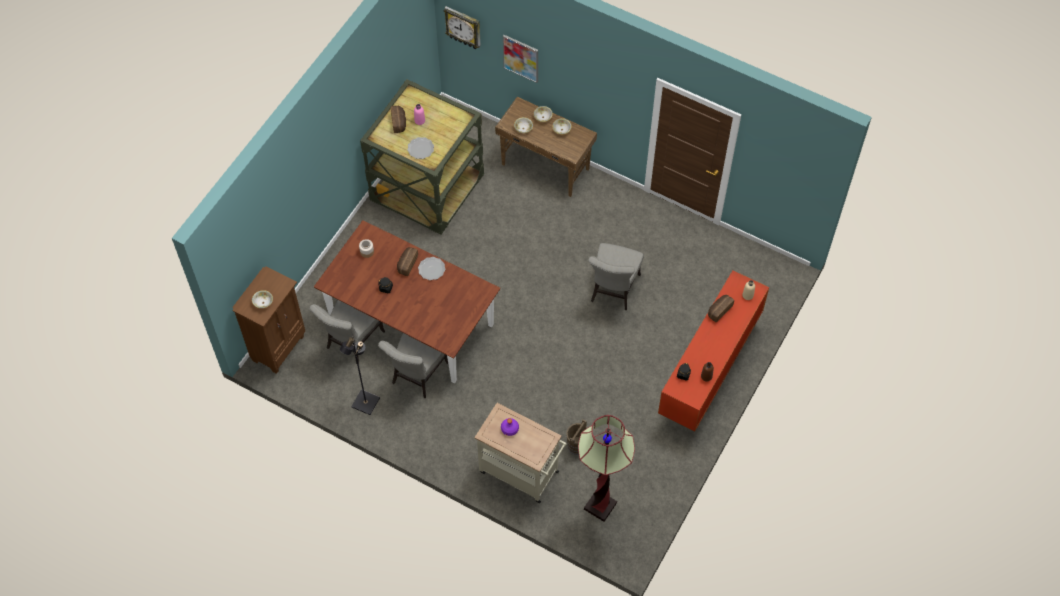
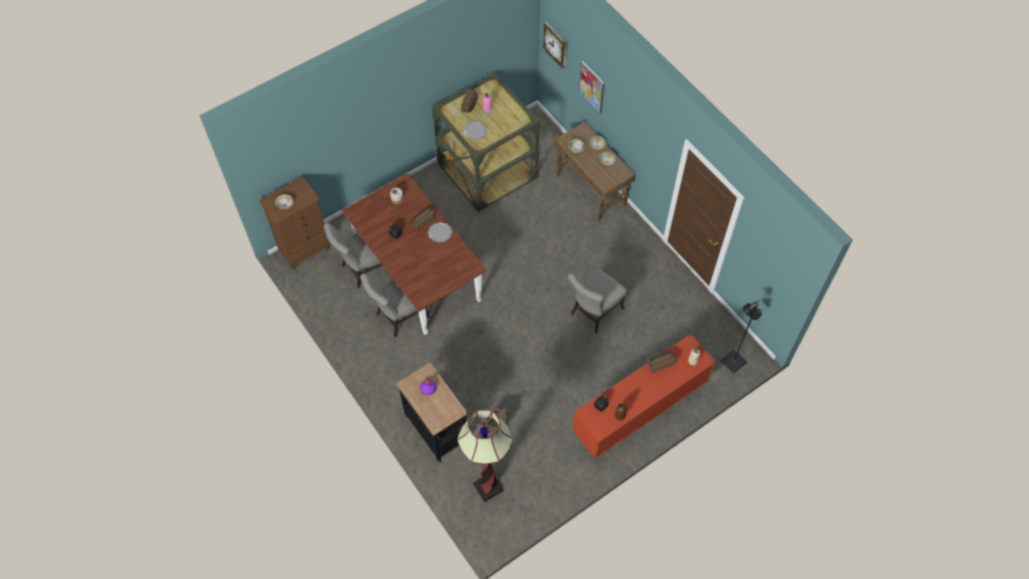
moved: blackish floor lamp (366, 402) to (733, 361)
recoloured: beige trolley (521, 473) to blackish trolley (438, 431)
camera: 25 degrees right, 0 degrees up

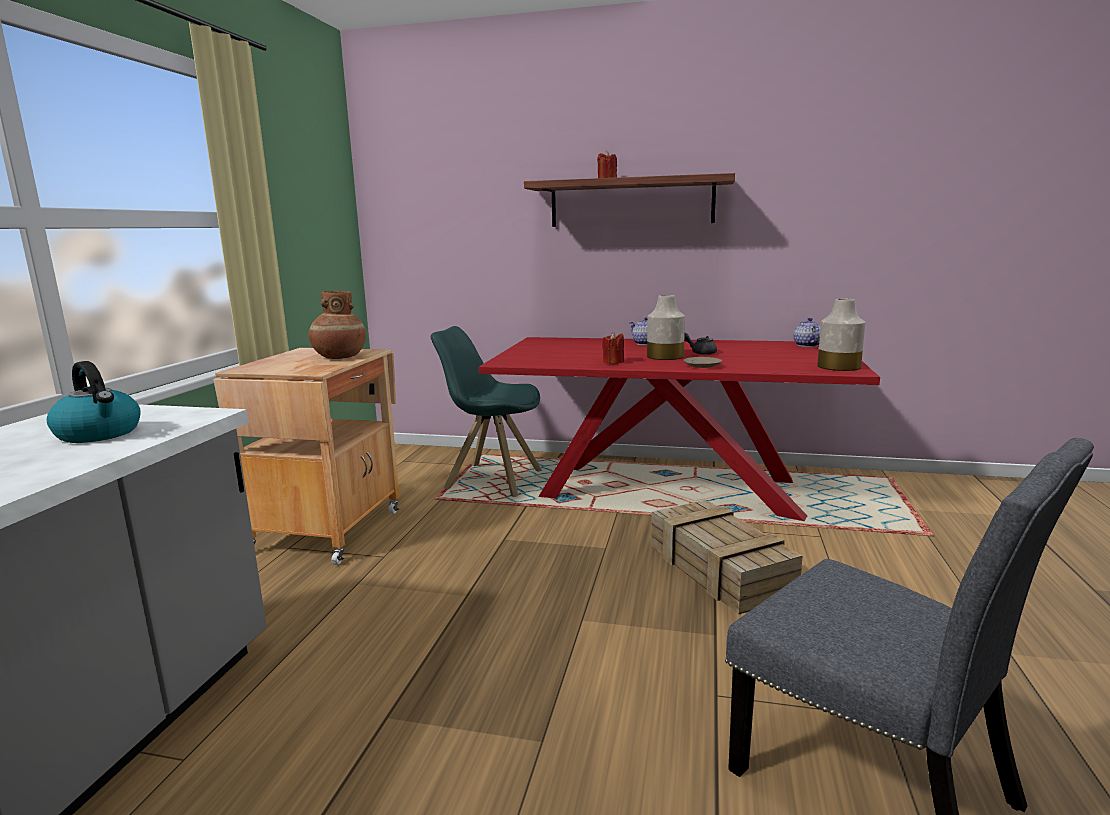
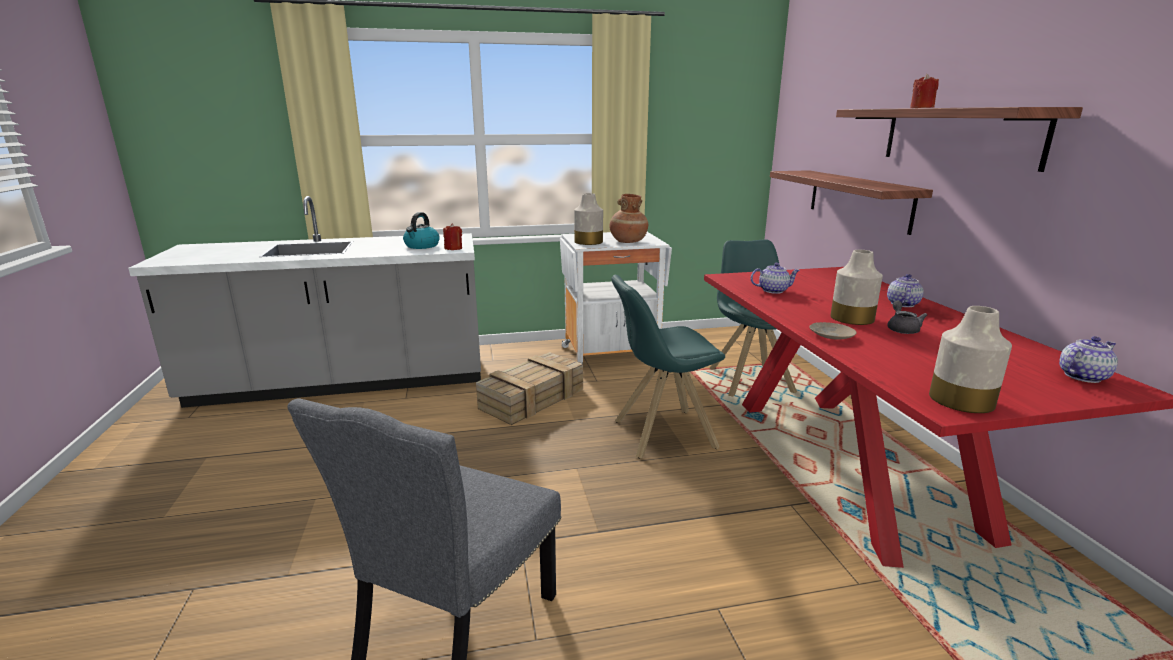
added: beige vase (588, 241); blue-green plain chair (663, 433); tea pot (773, 290); bracket shelf (858, 199)
moved: reddish wax light (613, 362) to (453, 248); packing crate (717, 568) to (533, 398)
recoloured: brown-coloured trolley (329, 530) to white trolley (611, 355)
camera: 65 degrees right, 5 degrees up

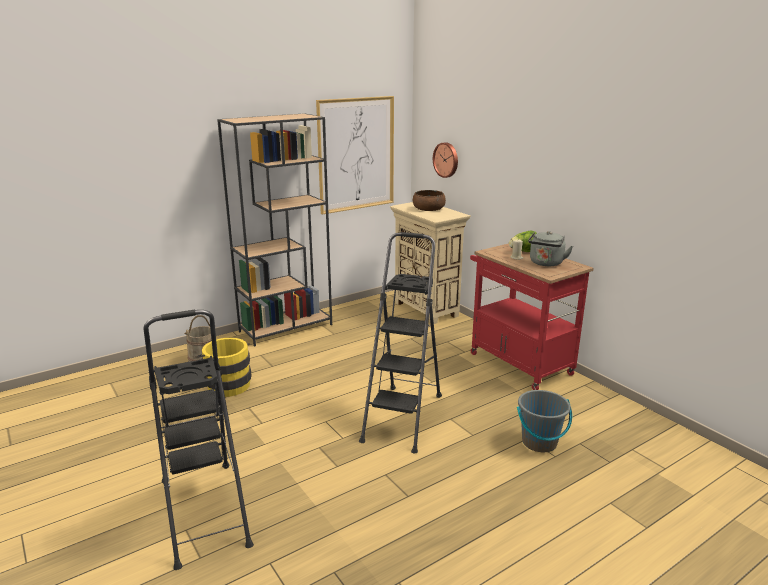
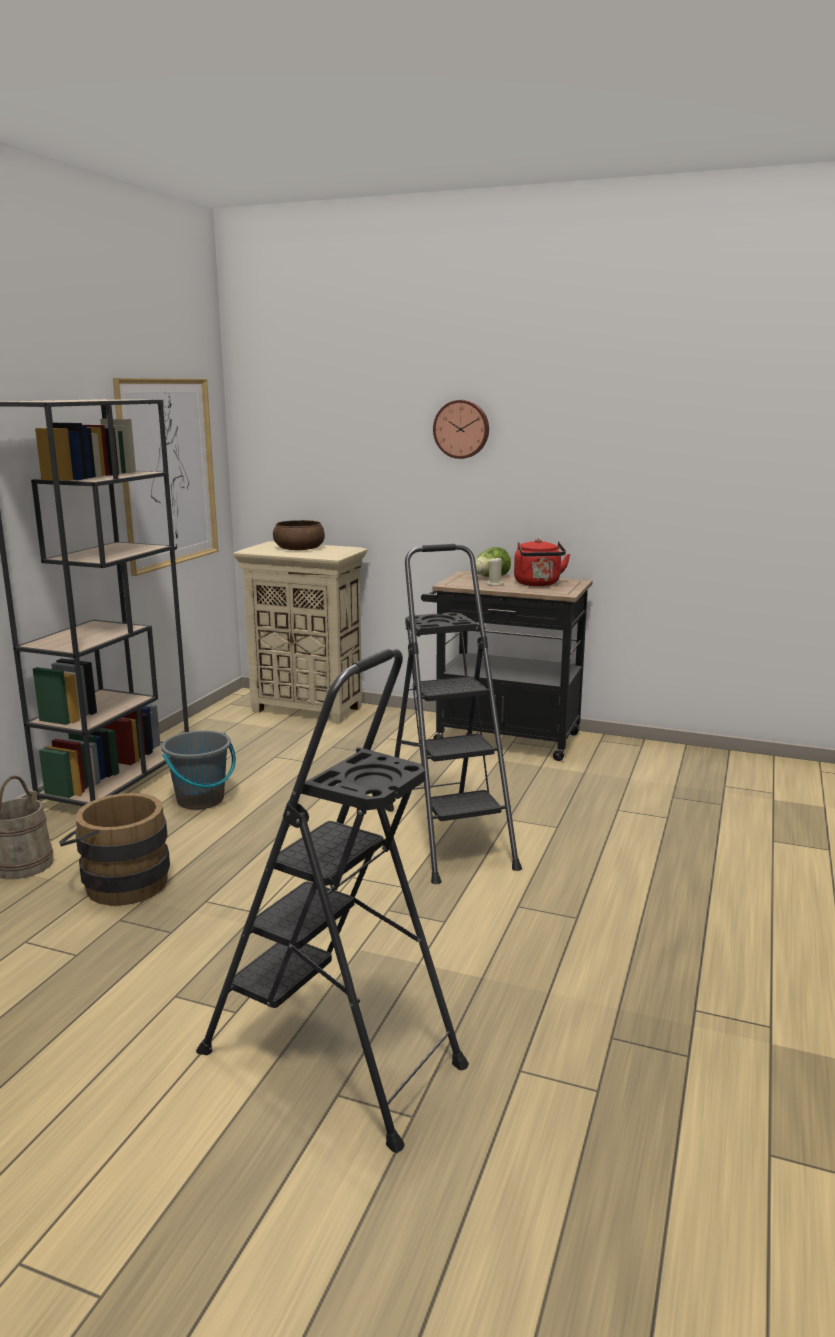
moved: wall clock (446, 160) to (462, 429); grey pail (539, 442) to (201, 800)
recoloured: yellow pail (227, 384) to brown-coloured pail (120, 883); reddish trolley (518, 363) to blackish trolley (502, 738); grey kettle (546, 263) to reddish kettle (538, 584)
camera: 35 degrees left, 5 degrees down

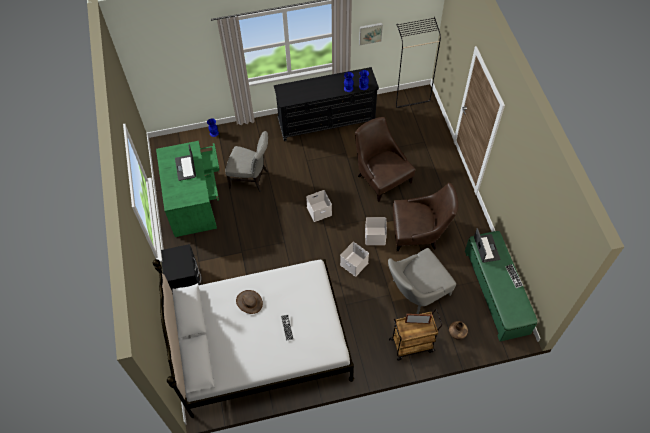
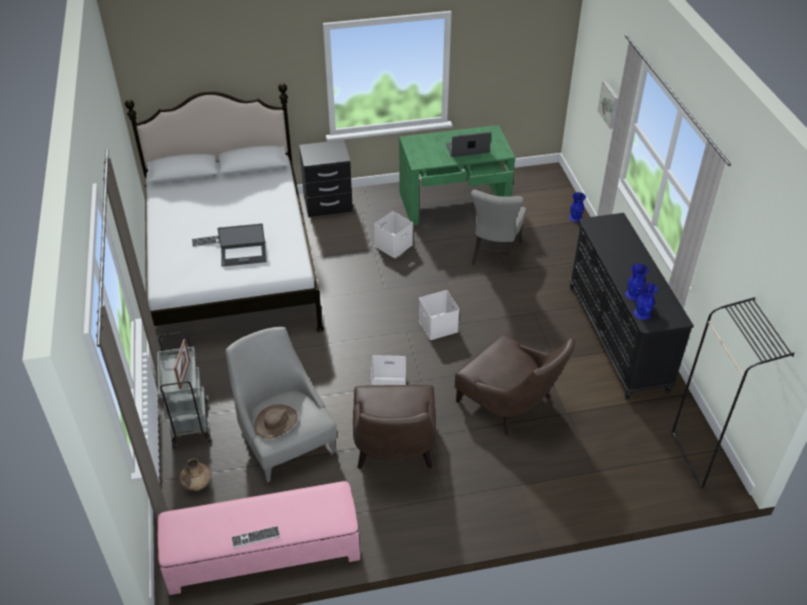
moved: brown-coloured wearable hat (249, 302) to (276, 422); white storage bin (353, 264) to (393, 244); picture (370, 33) to (610, 104); laptop (486, 248) to (243, 255)
recoloured: brown-coloured trolley (411, 346) to grey trolley (190, 423); green-coloured indoor bench (497, 291) to pink-coloured indoor bench (262, 552)
turned: brown-coloured armchair (381, 175) = (510, 404) 75 degrees clockwise
camera: 90 degrees right, 15 degrees down

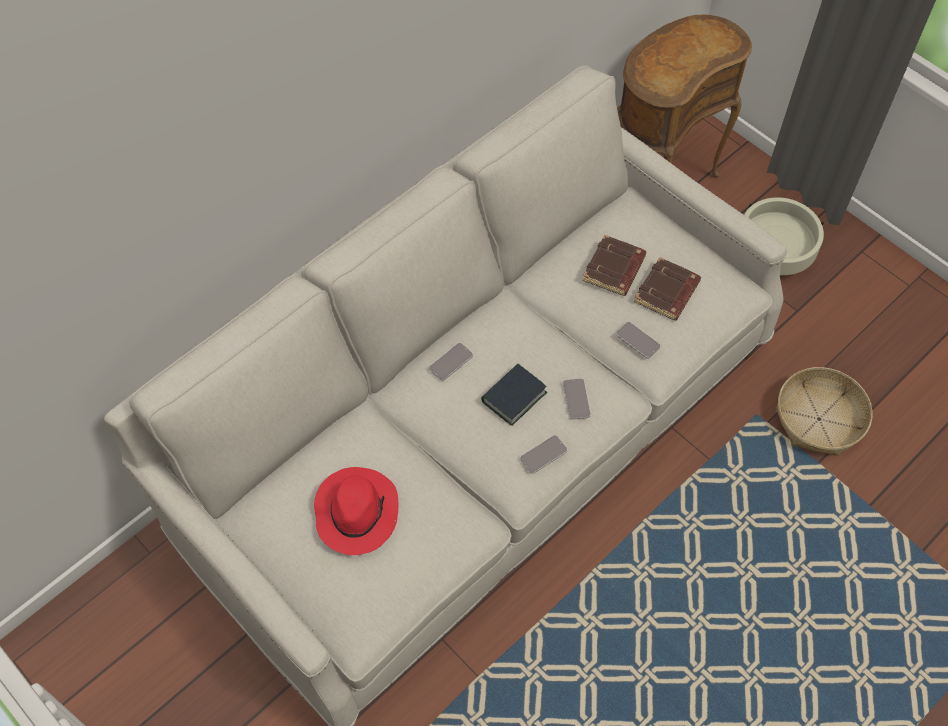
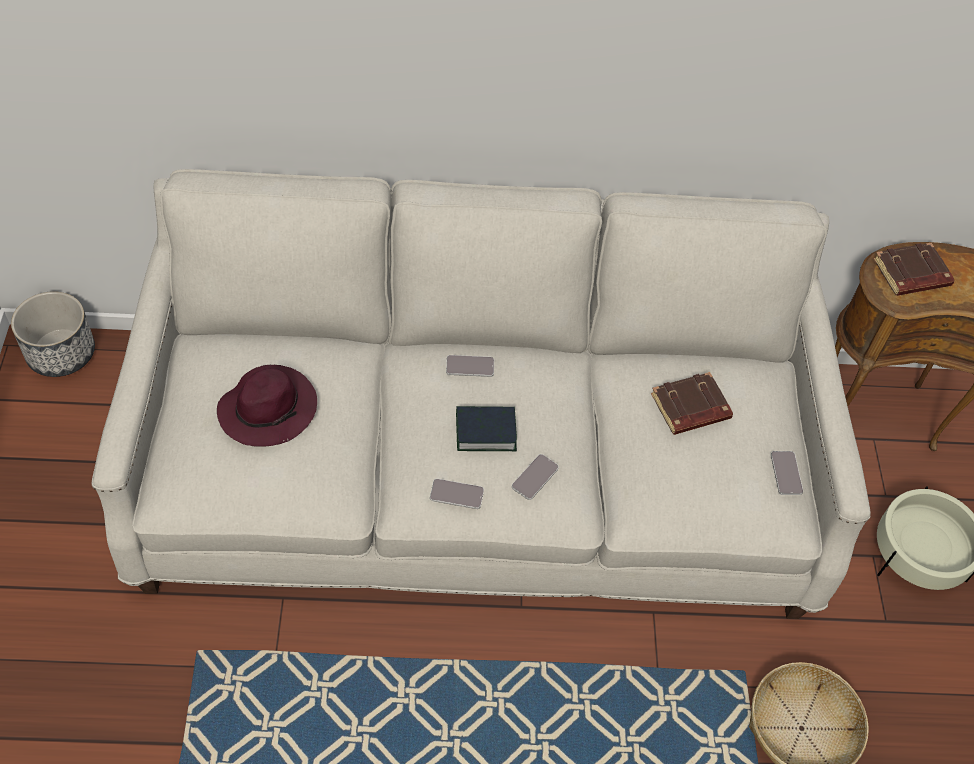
added: flower pot (61, 353)
moved: telephone (638, 340) to (786, 473); brown-coloured book (667, 293) to (911, 275)
recoloured: reddish wearable hat (356, 511) to purple wearable hat (269, 408)
camera: 40 degrees right, 5 degrees down

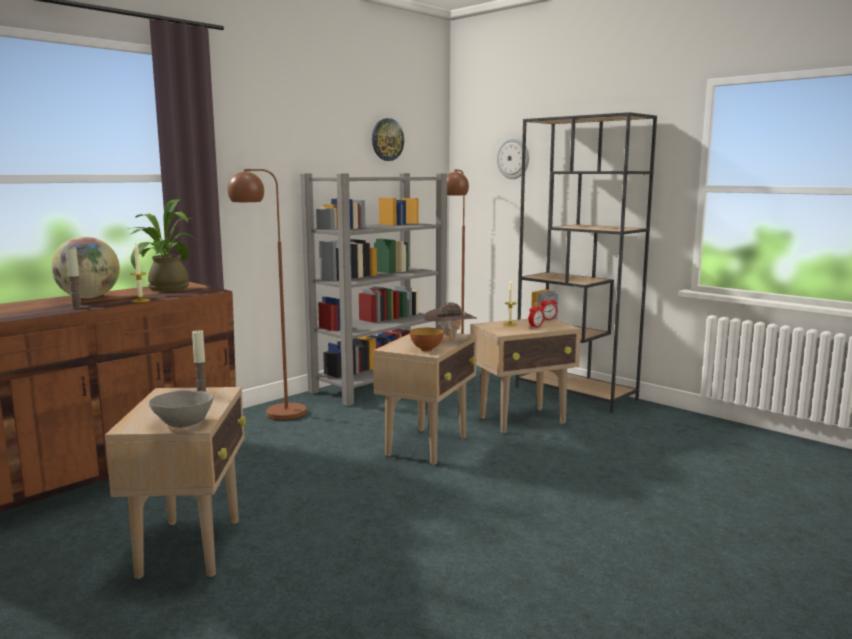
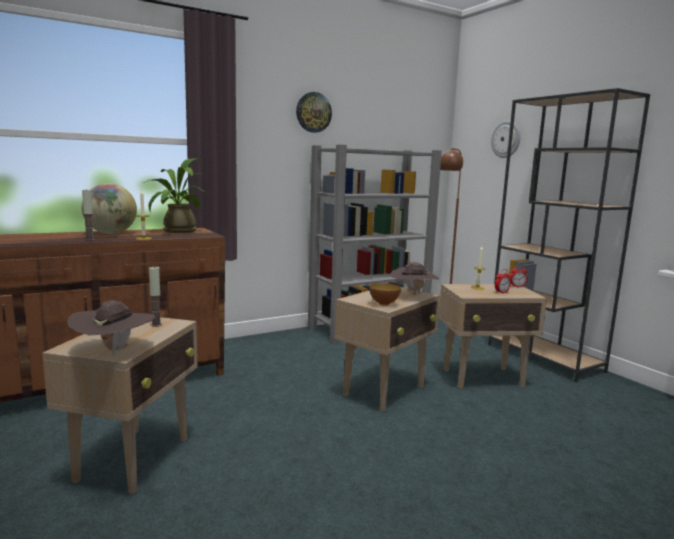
removed: brown-coloured floor lamp (275, 416)
moved: wall clock (387, 139) to (313, 112)
replaced: grey deep dish (184, 423) to brown-coloured wearable hat (114, 350)
camera: 15 degrees right, 0 degrees up

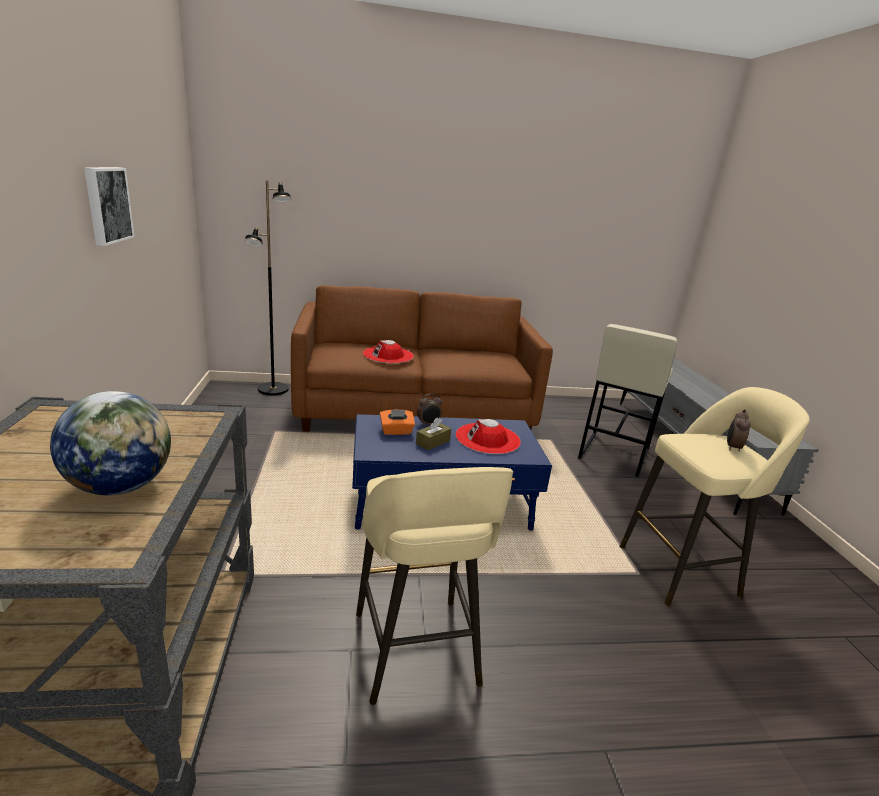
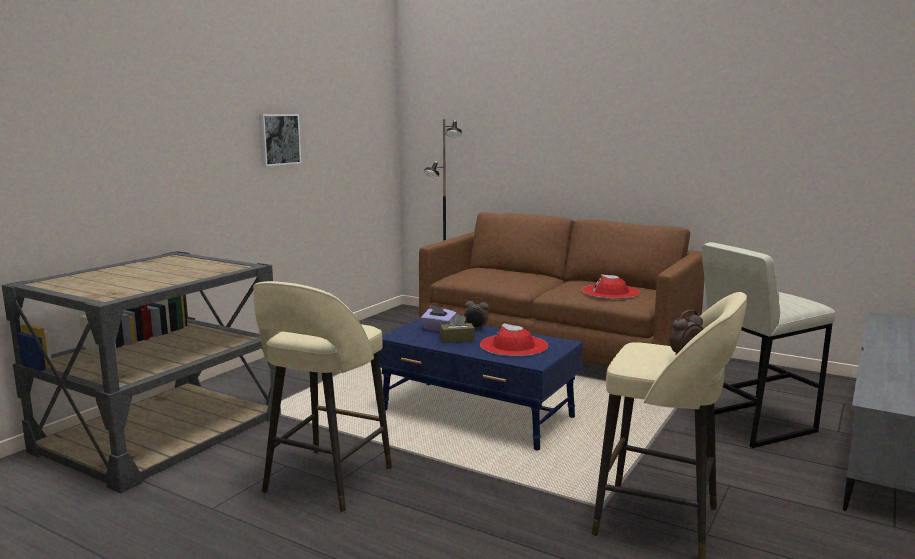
removed: world globe (121, 486)
moved: reddish wearable hat (388, 355) to (611, 292)
recoloured: orange box of tissues (396, 431) to purple box of tissues (438, 329)
camera: 40 degrees right, 10 degrees down

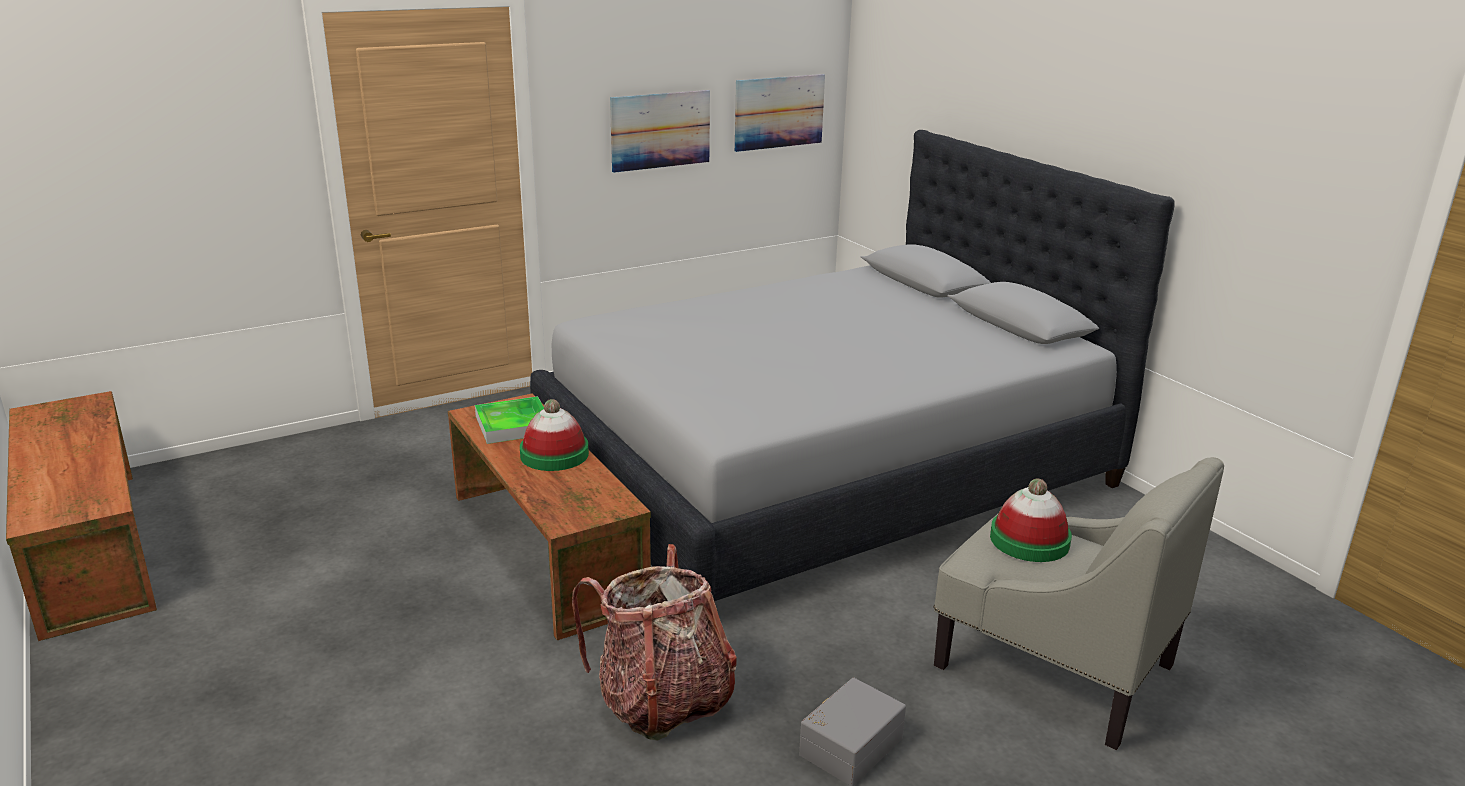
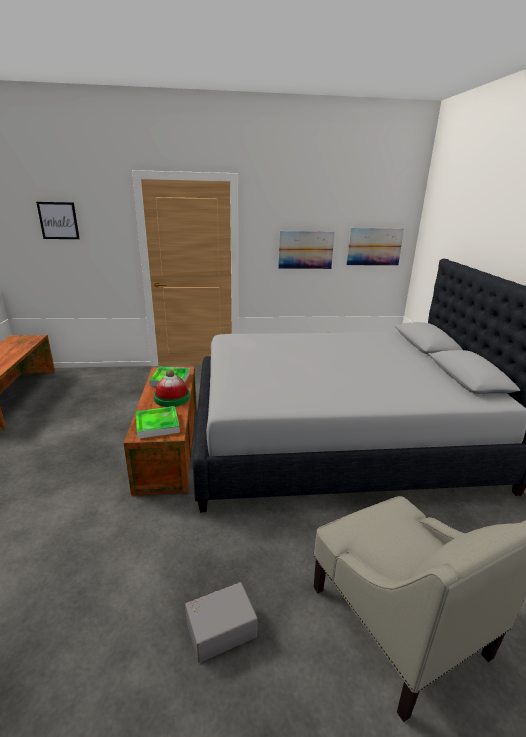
removed: rucksack (662, 700); wearable hat (1029, 540)
added: picture (58, 220); carrying tray (157, 424)
camera: 25 degrees right, 0 degrees up

